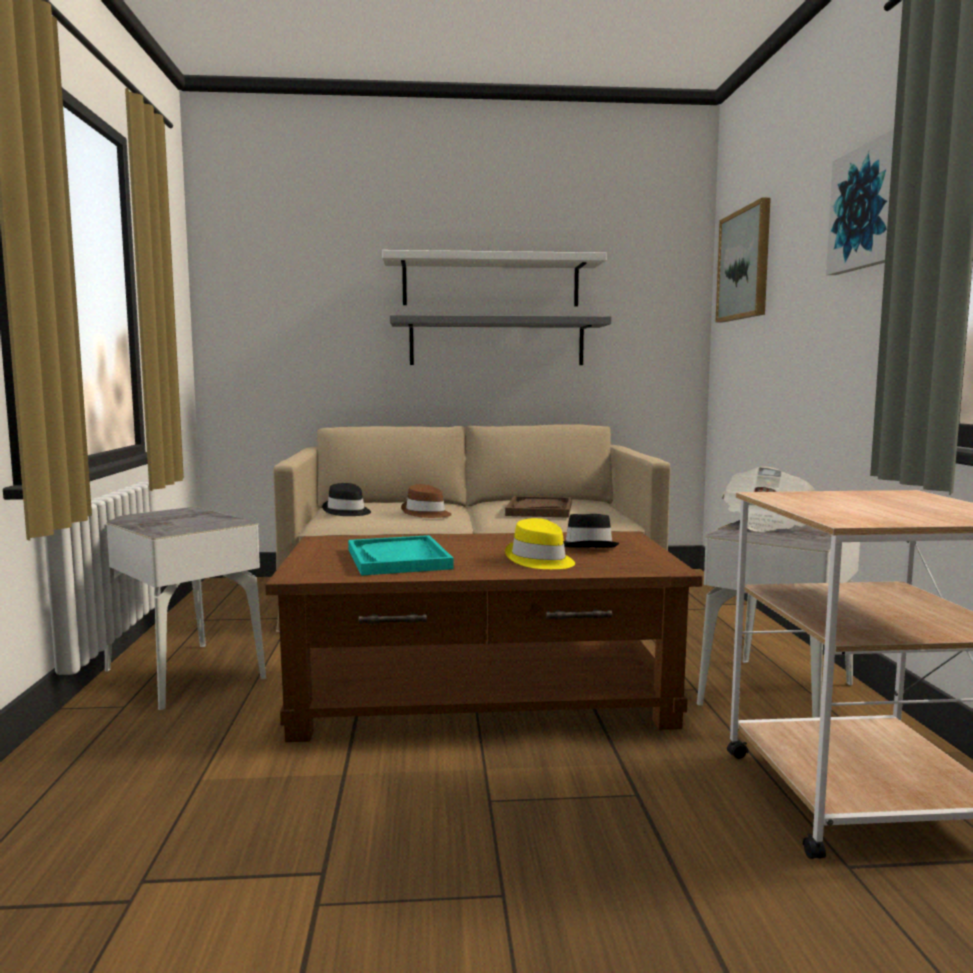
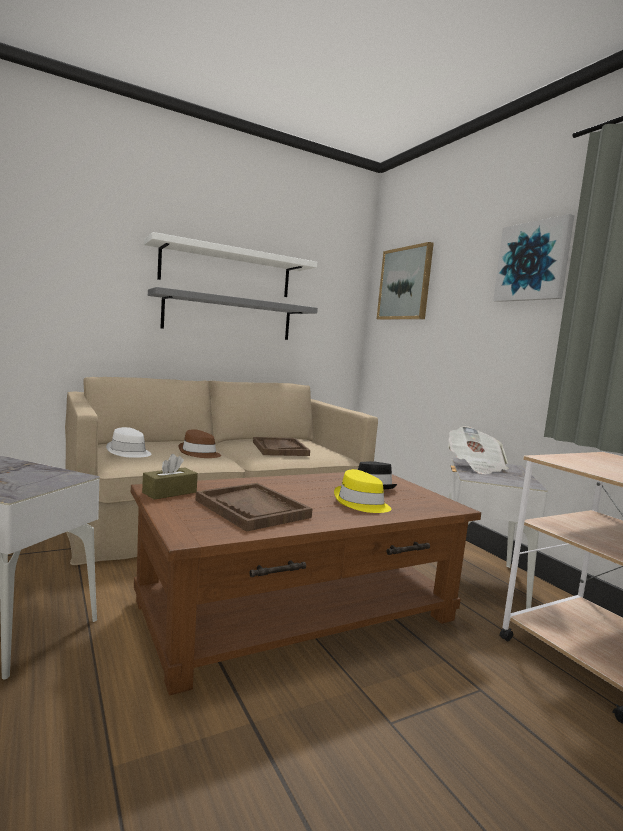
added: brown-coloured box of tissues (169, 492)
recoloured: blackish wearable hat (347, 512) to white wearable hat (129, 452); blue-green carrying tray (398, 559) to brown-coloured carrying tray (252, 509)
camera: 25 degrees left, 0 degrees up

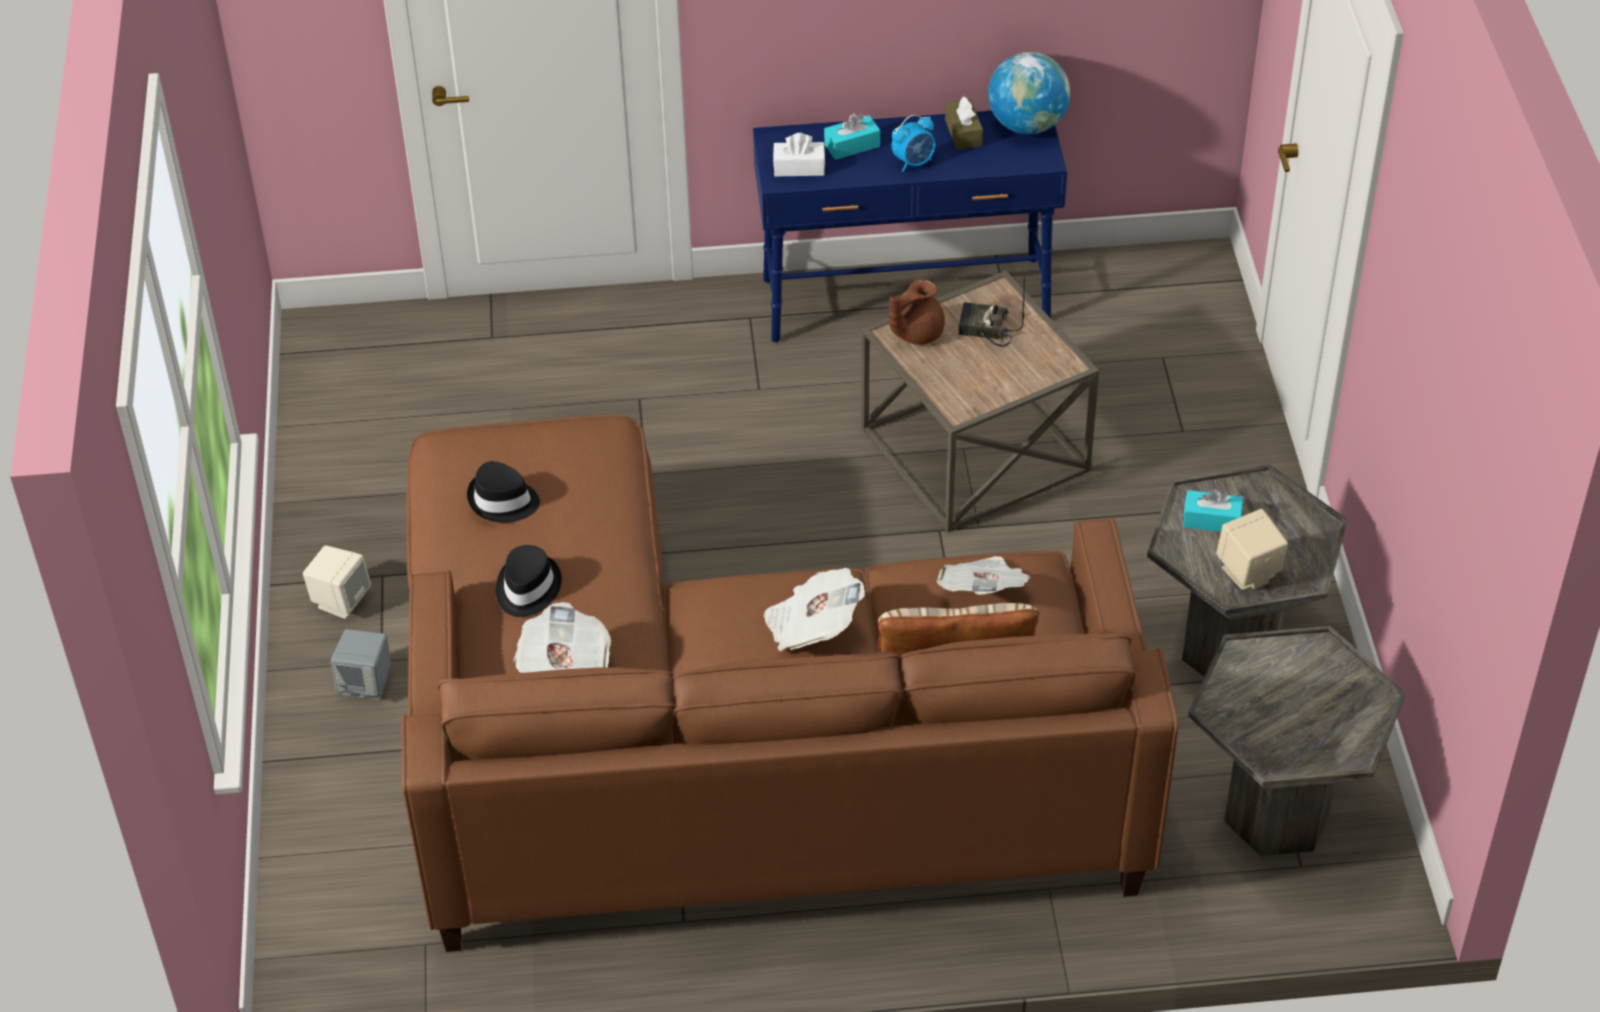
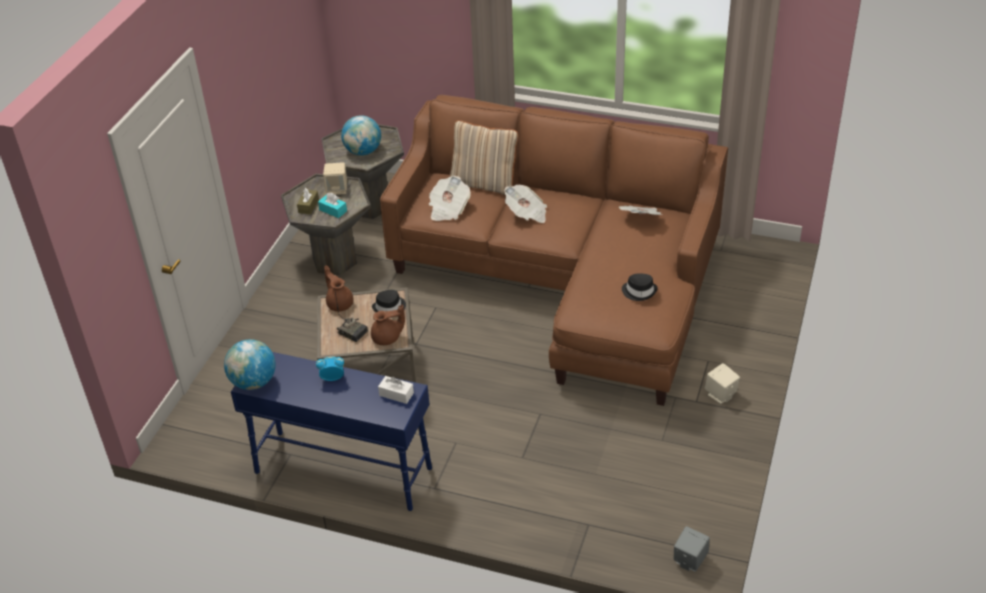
removed: blue-green box of tissues (852, 146)
added: brown-coloured tea pot (339, 303); world globe (363, 152)
moved: grey speaker (366, 684) to (689, 560); blackish wearable hat (526, 588) to (390, 308); brown-coloured box of tissues (963, 133) to (308, 206)
camera: 155 degrees left, 5 degrees down

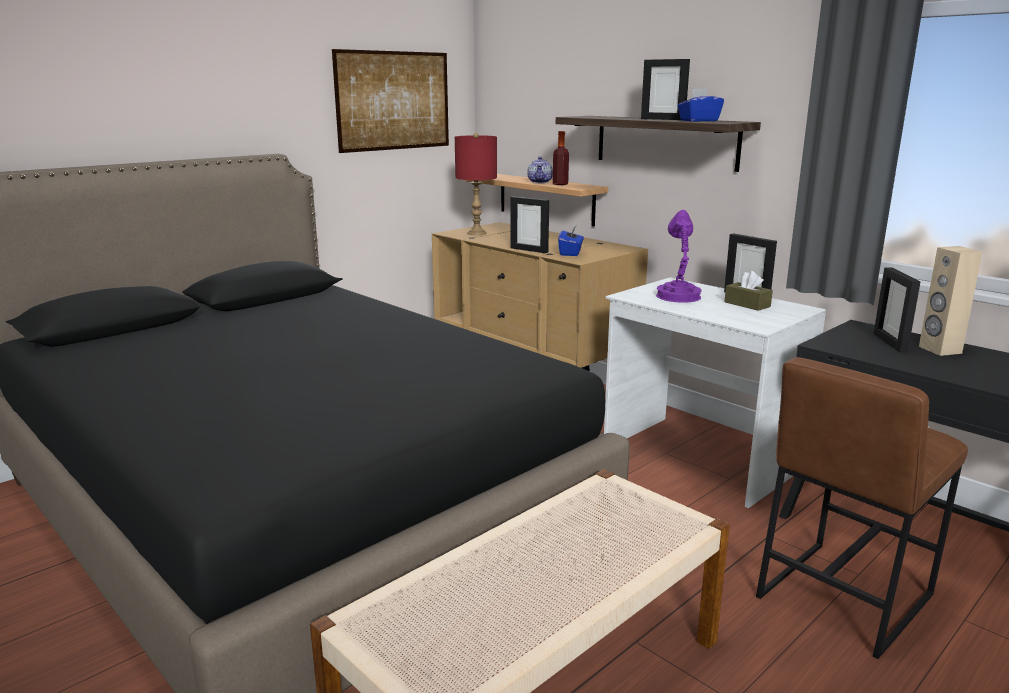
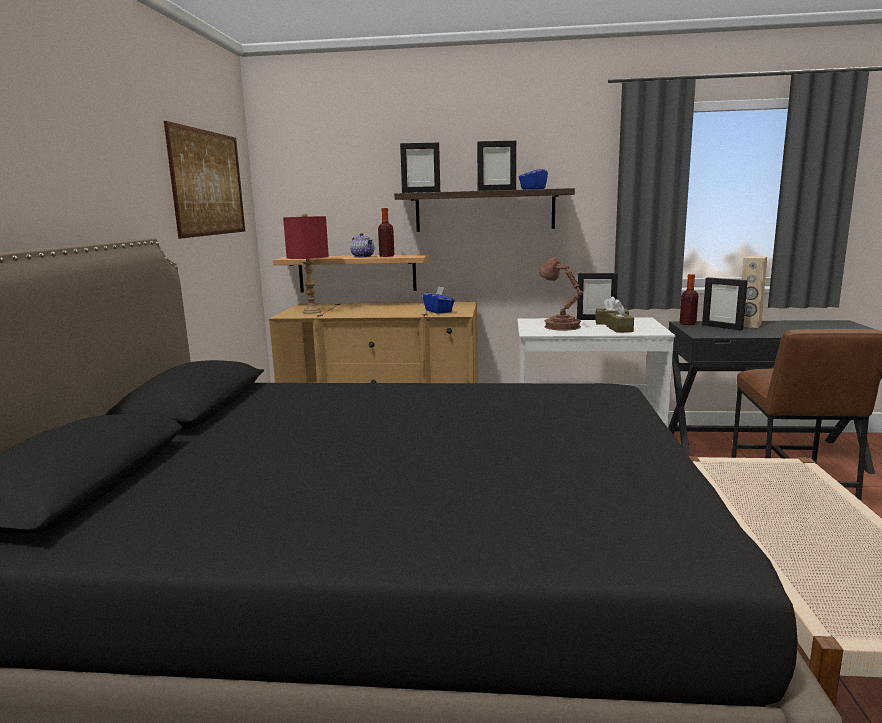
added: brown-coloured box of tissues (619, 329); beverage bottle (687, 324)
moved: picture frame (529, 250) to (421, 192)
recoloured: purple tabletop lamp (677, 295) to brown-coloured tabletop lamp (559, 326)
camera: 40 degrees left, 5 degrees down

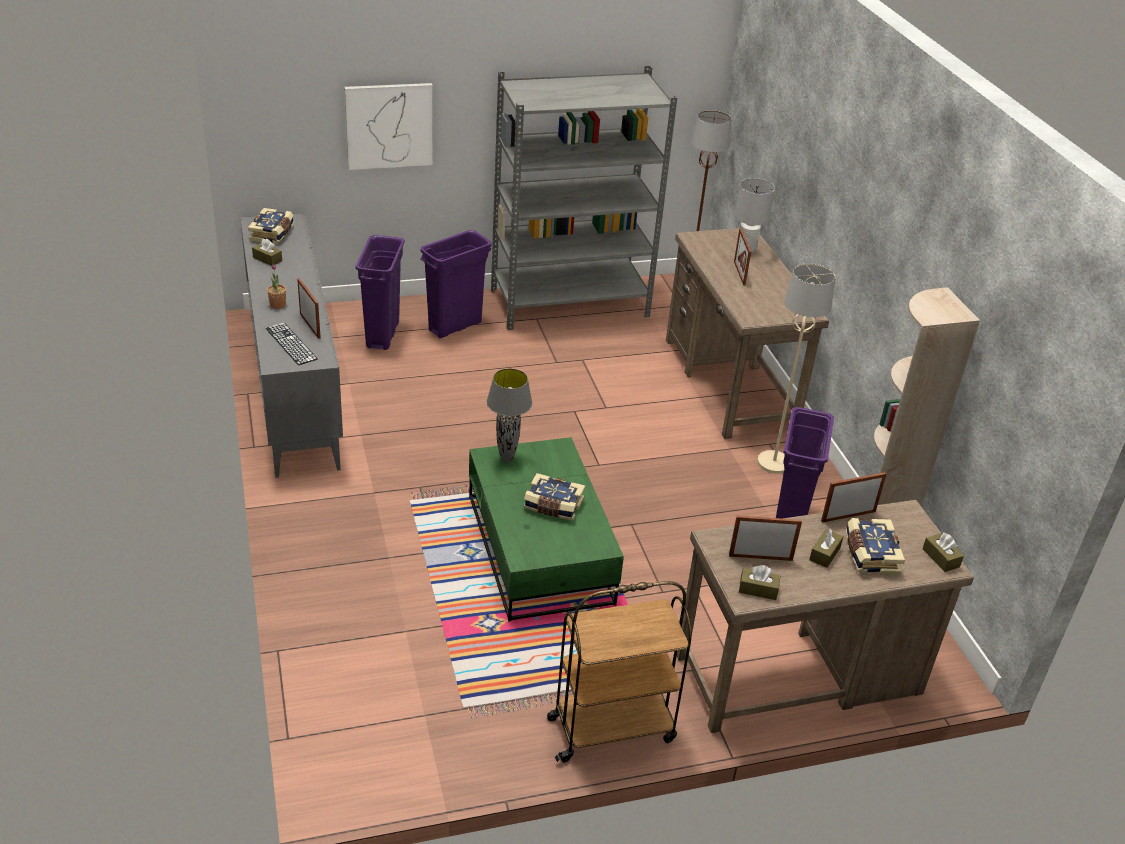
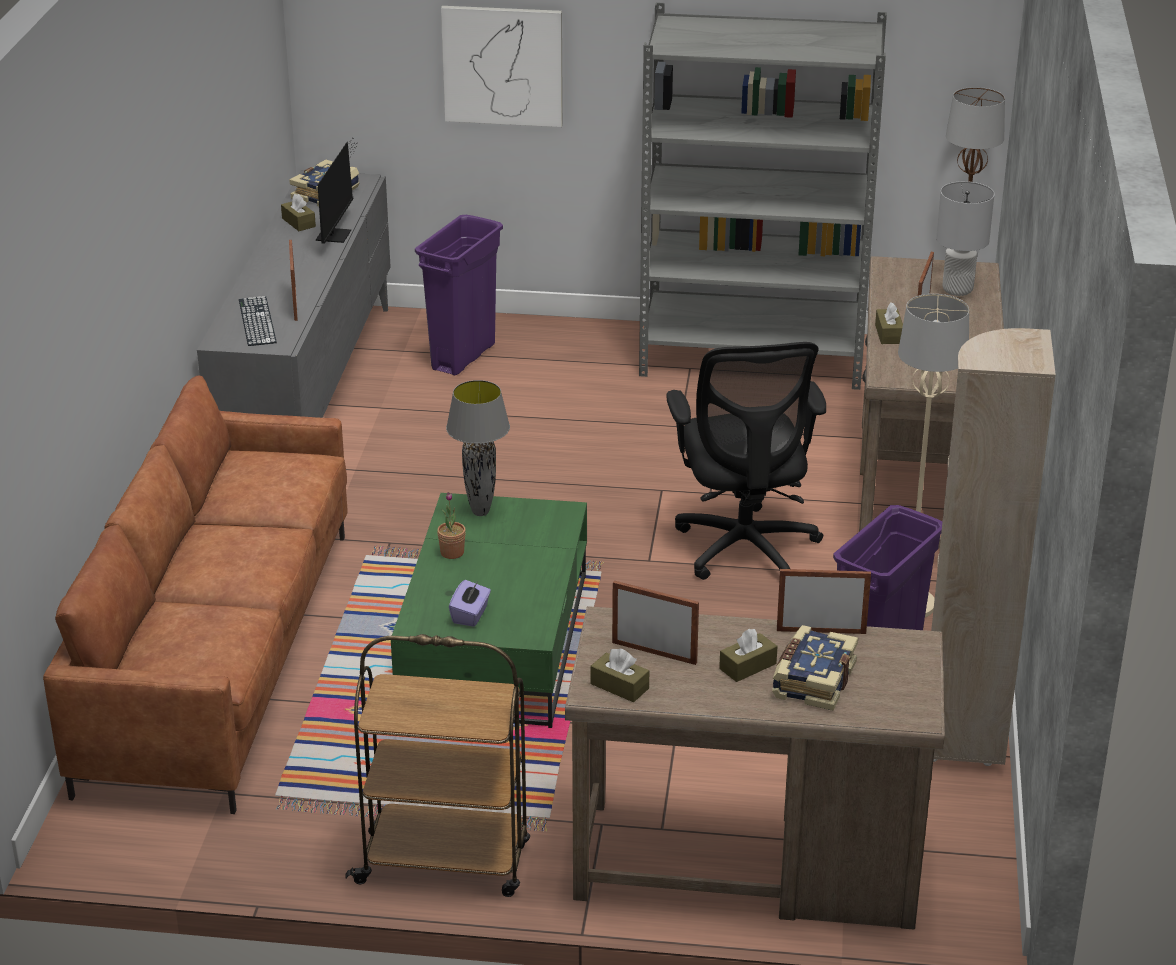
removed: purple rubbish bin (455, 326); book (553, 506)
added: brown-coloured sofa (222, 658); computer screen (336, 233); purple box of tissues (470, 615); blackish office chair (742, 543)
moved: houseplant (277, 304) to (452, 552); brown-coloured box of tissues (940, 558) to (888, 334)
camera: 25 degrees right, 5 degrees down

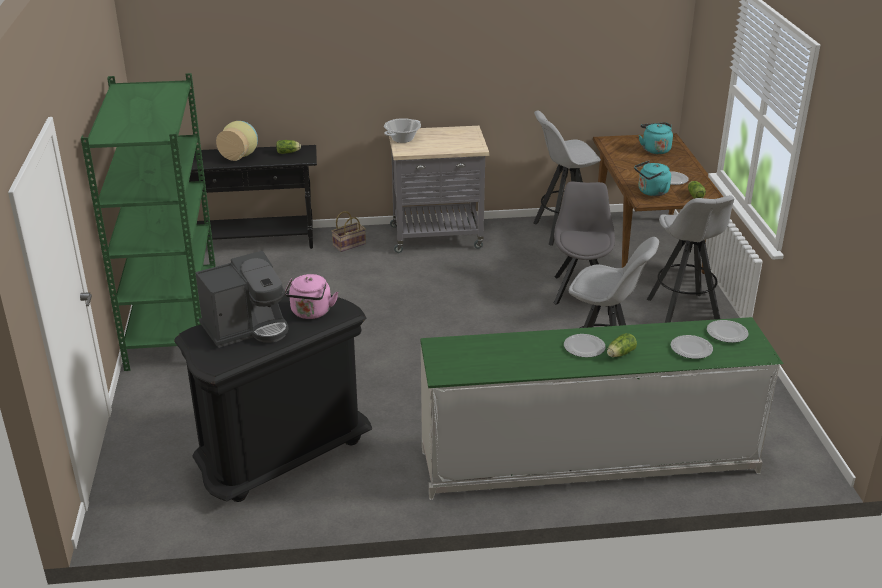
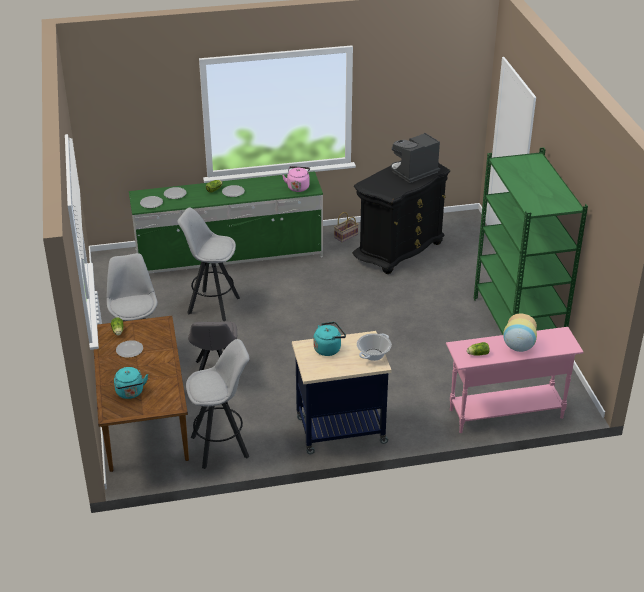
moved: pink-coloured kettle (311, 313) to (298, 187); basket (349, 244) to (346, 236); blue-green kettle (651, 192) to (328, 348)
recoloured: blackish console table (254, 242) to pink-coloured console table (505, 413); grey trolley (437, 237) to bluish trolley (340, 431)
camera: 175 degrees right, 5 degrees up

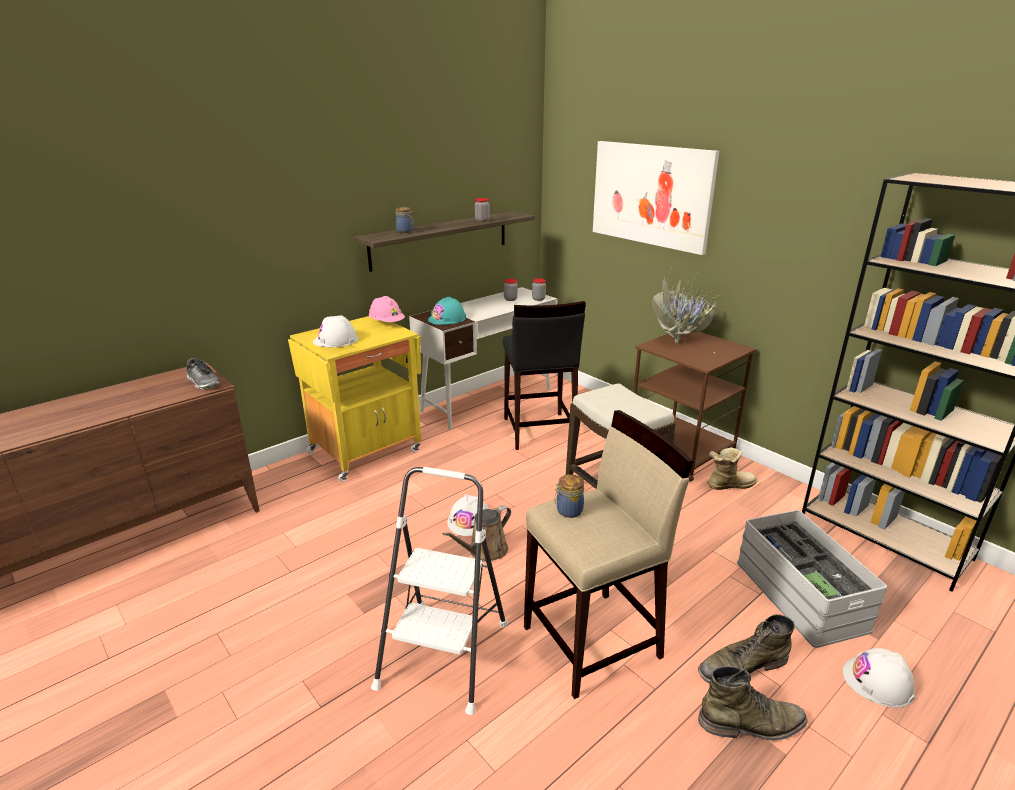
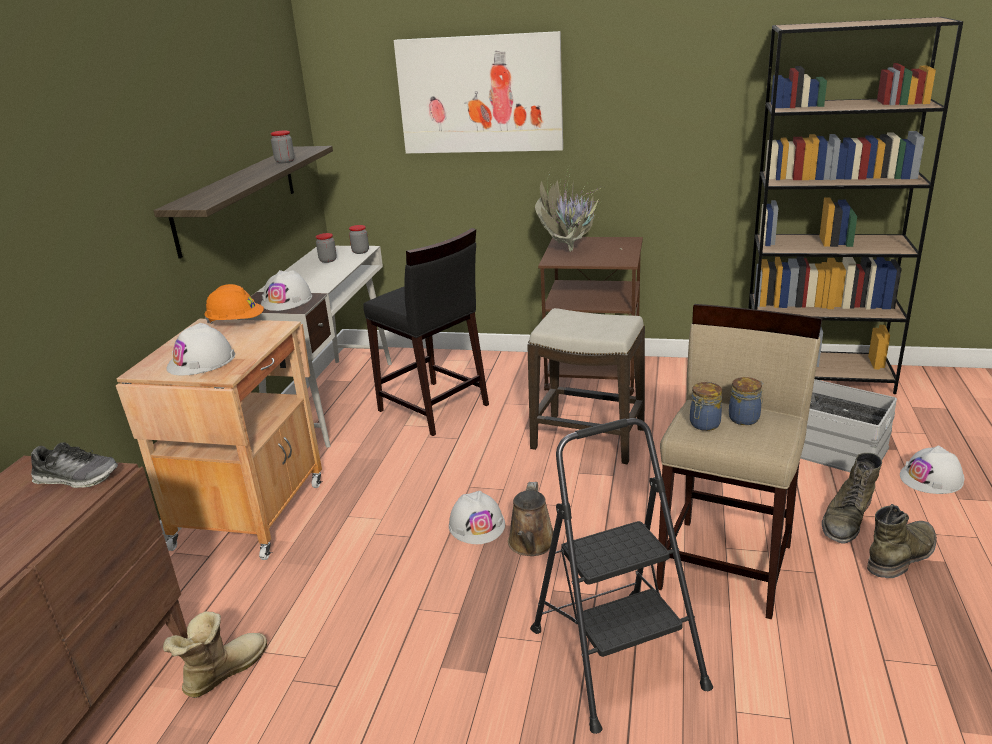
moved: storage jar (405, 231) to (745, 418); high-top boot (728, 484) to (222, 671)
recoloured: yellow trolley (366, 451) to brown-coloured trolley (251, 513); pink-coloured work helmet (387, 323) to orange work helmet (236, 323); white step stool (445, 649) to blackish step stool (614, 652); blue-green work helmet (447, 319) to white work helmet (287, 300)
camera: 35 degrees left, 0 degrees up

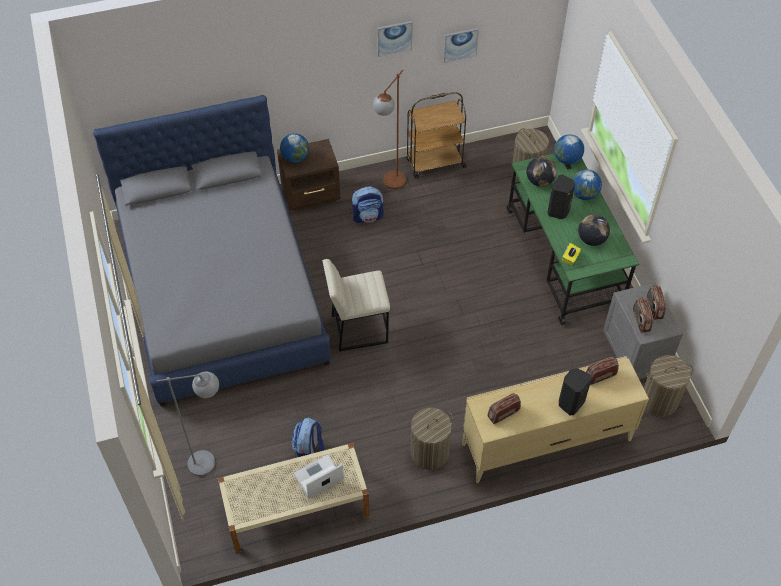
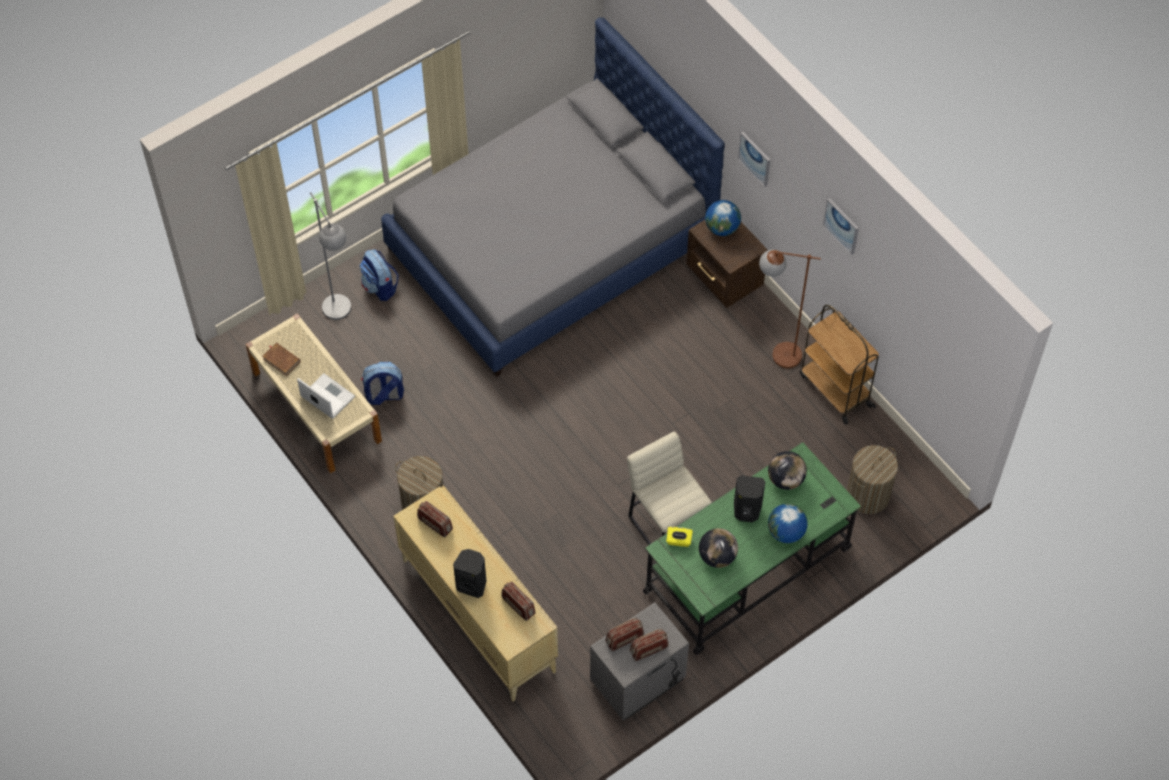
removed: world globe (567, 159); washing basket (659, 400)
added: brown-coloured book (281, 360)
moved: beige plain chair (357, 329) to (666, 525); rucksack (368, 216) to (380, 287); picture (460, 44) to (755, 158)
camera: 70 degrees right, 5 degrees up

